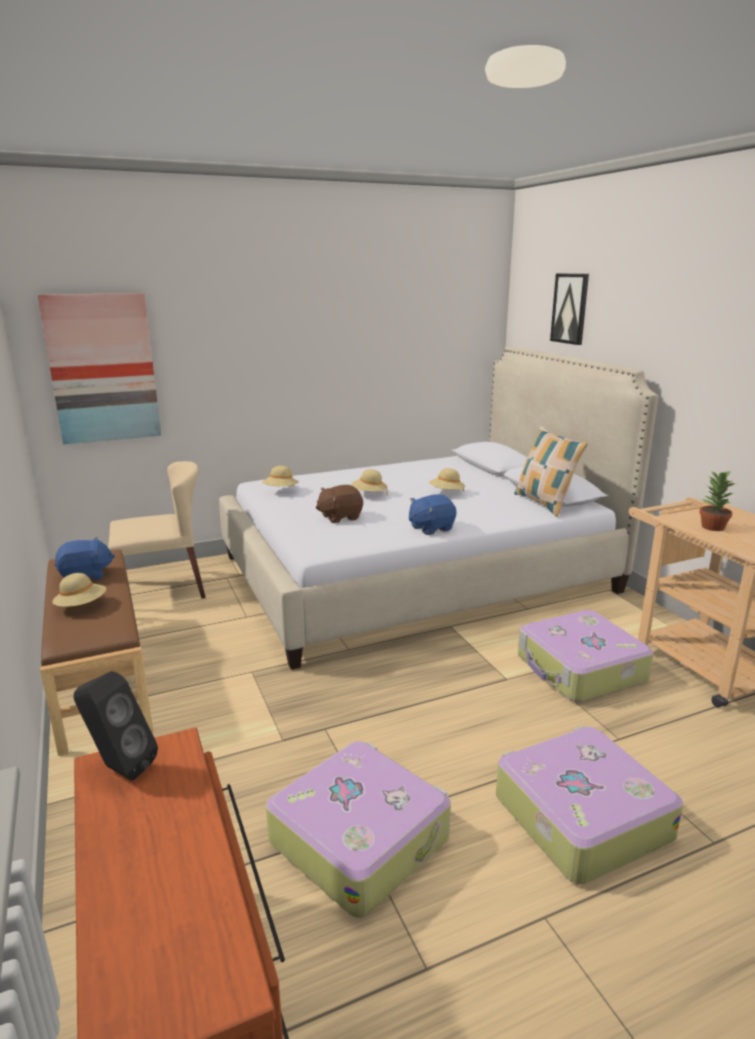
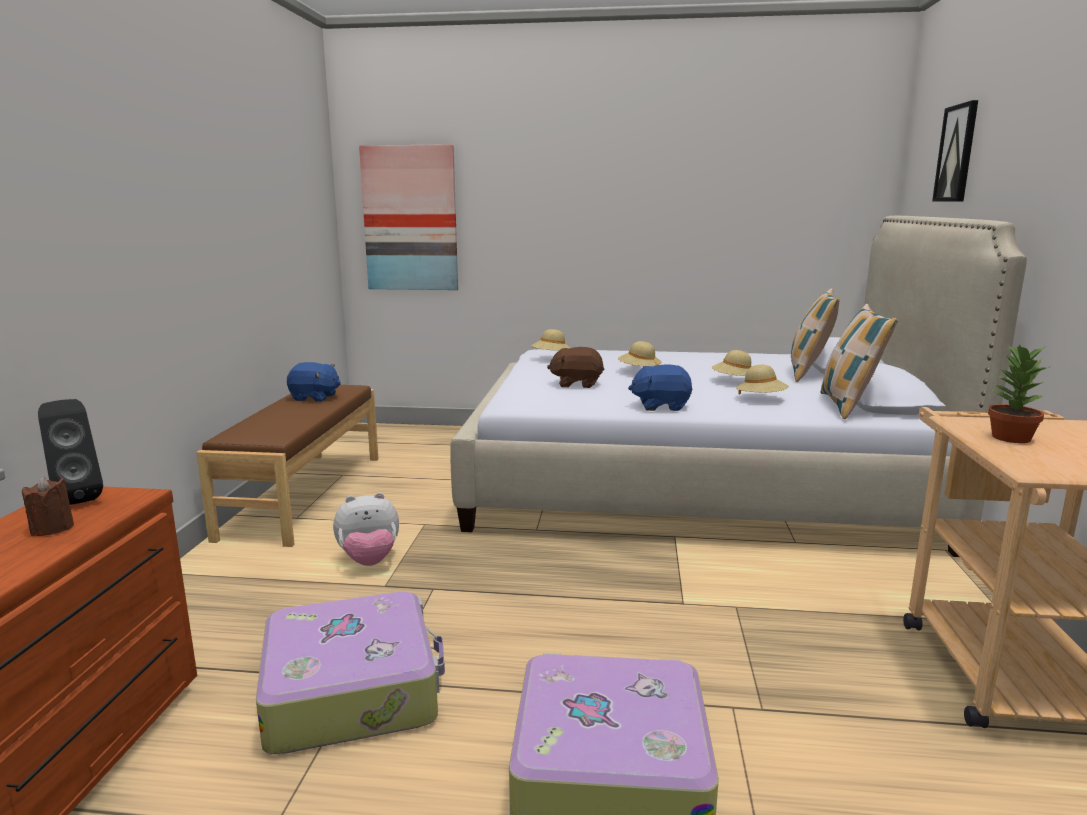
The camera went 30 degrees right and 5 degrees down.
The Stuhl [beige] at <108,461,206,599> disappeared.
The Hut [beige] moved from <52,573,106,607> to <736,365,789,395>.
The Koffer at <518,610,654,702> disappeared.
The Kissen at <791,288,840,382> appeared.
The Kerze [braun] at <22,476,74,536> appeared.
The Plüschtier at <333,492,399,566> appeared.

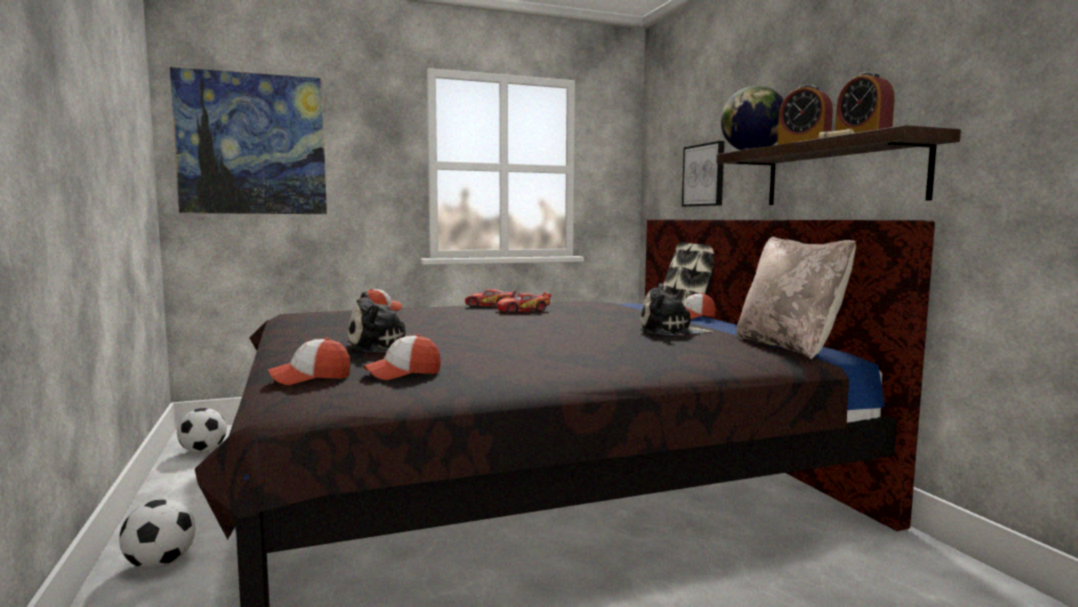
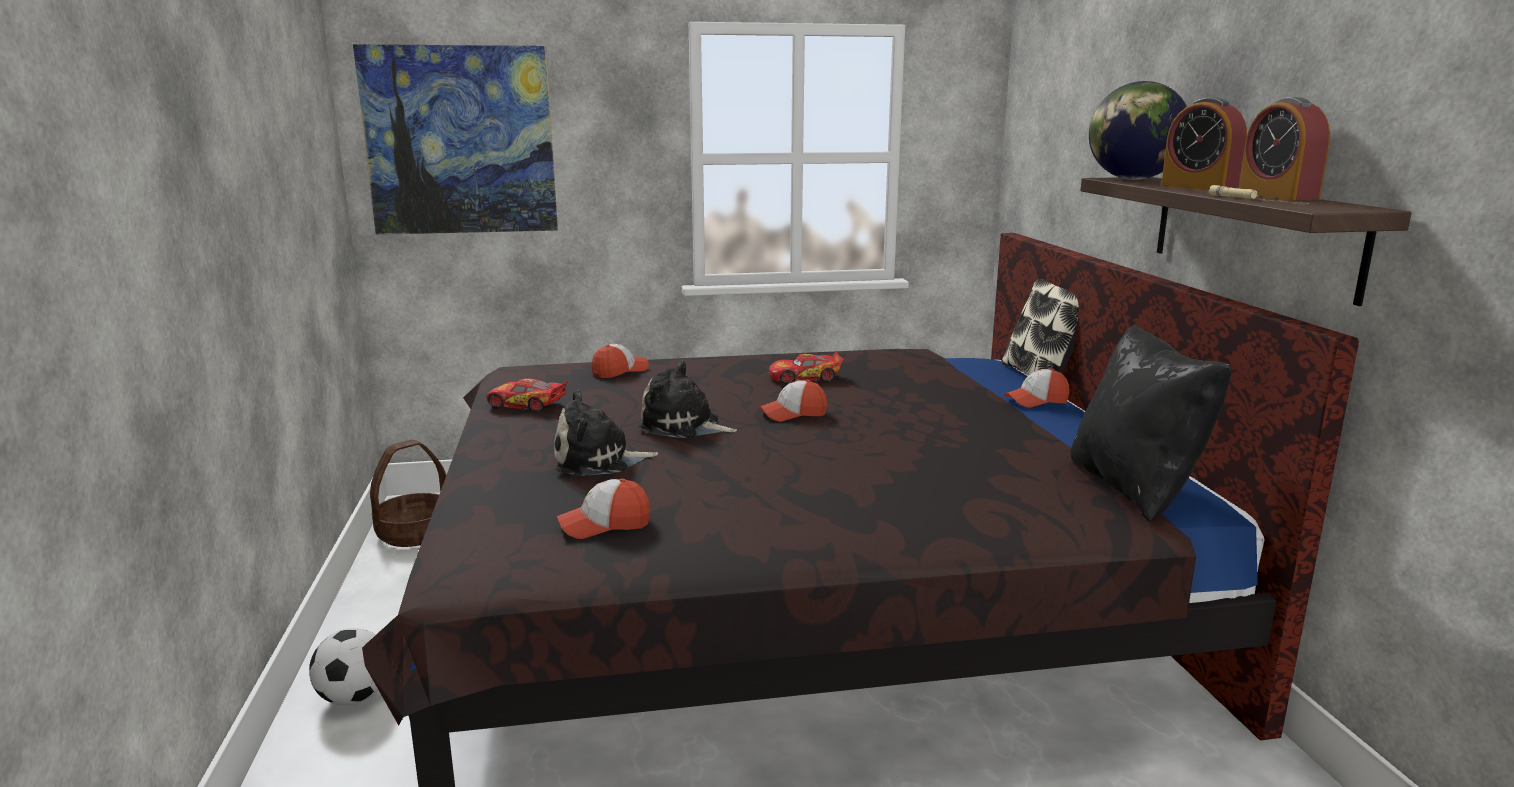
The camera went 10 degrees right and 10 degrees up.
The Bild at <682,141,724,207> disappeared.
The Kissen [beige] at <736,237,856,359> became the Kissen [schwarz] at <1070,324,1232,522>.
The Plüschtier moved from <640,283,714,336> to <639,360,737,438>.
The Spielzeugauto moved from <465,289,517,307> to <487,378,568,413>.
The Kappe moved from <268,338,350,385> to <759,380,827,422>.
The Fußball at <177,408,227,453> was replaced by the Korb at <370,440,446,547>.

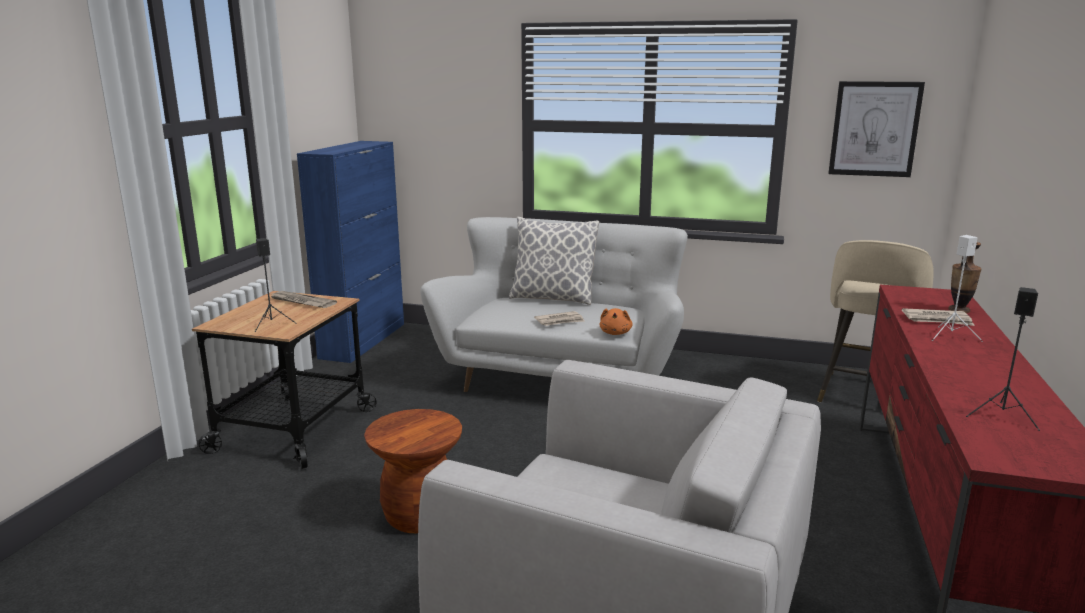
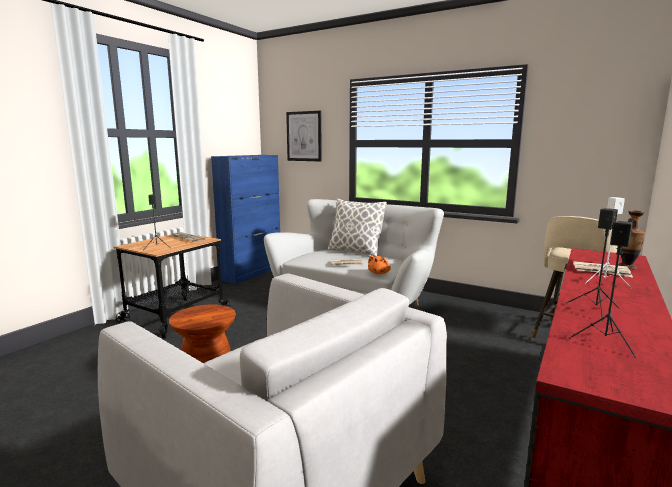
The camera went 15 degrees right and 5 degrees down.
The Bild moved from <828,81,925,177> to <286,111,322,161>.
The Lautsprecher [schwarz] at <566,208,620,321> appeared.

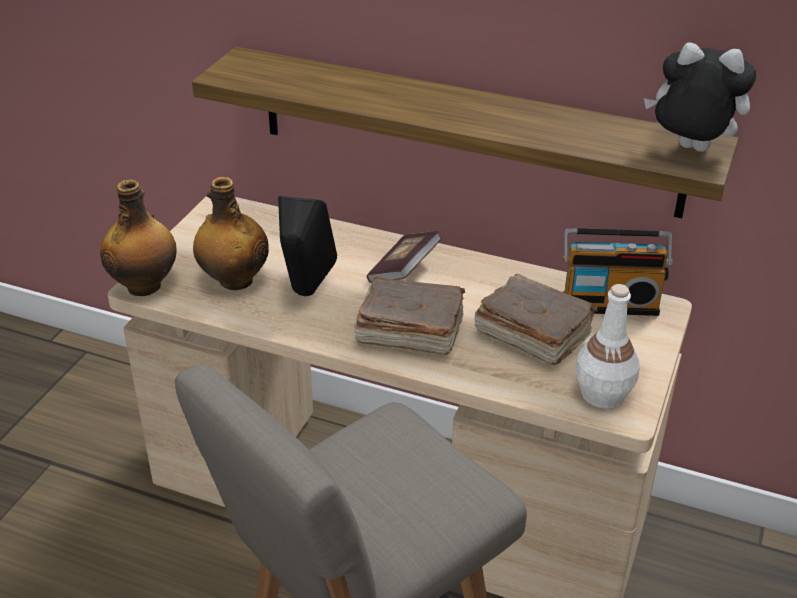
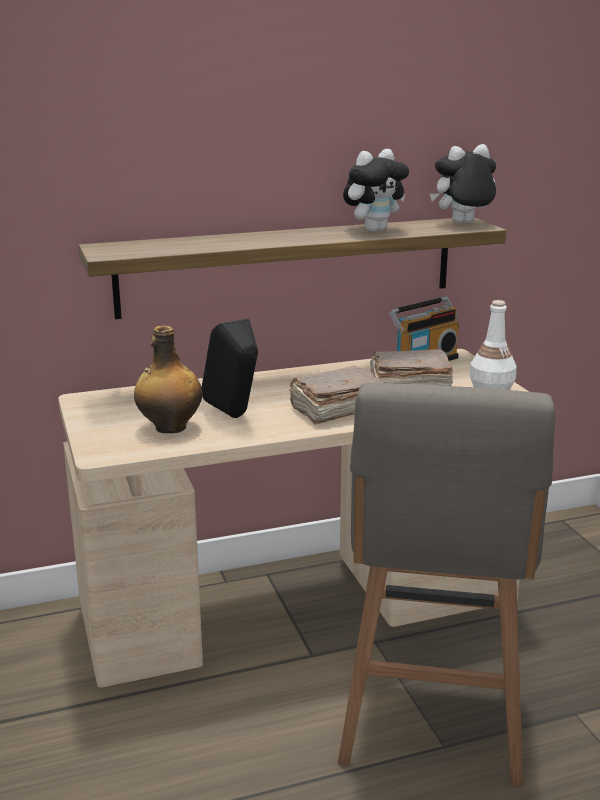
The camera went 40 degrees left and 15 degrees down.
The Flasche at <100,179,177,296> disappeared.
The Buch at <367,231,442,283> disappeared.
The Plüschtier at <343,149,409,232> appeared.

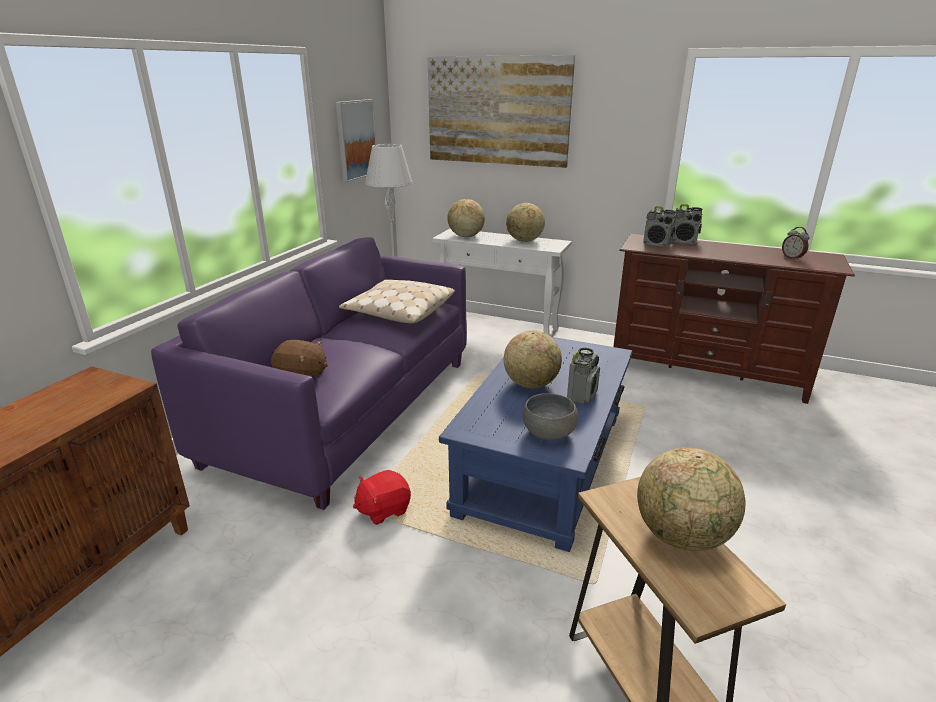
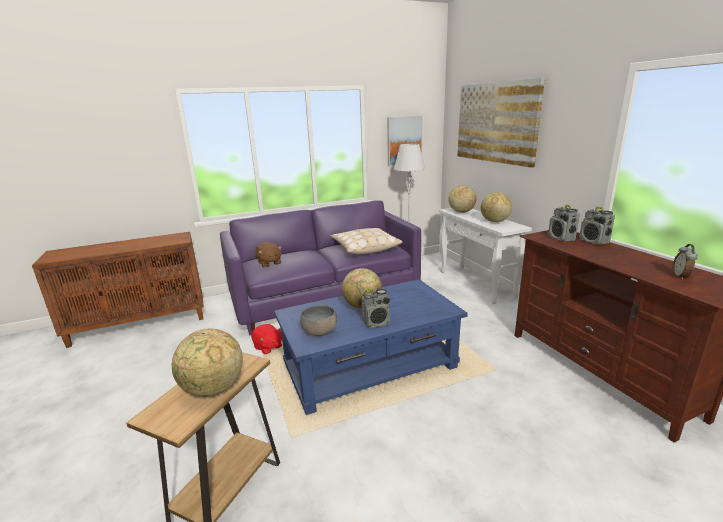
The camera went 45 degrees right and 5 degrees down.
The Plüschtier [rot] at <353,470,411,525> turned 150 degrees counterclockwise.

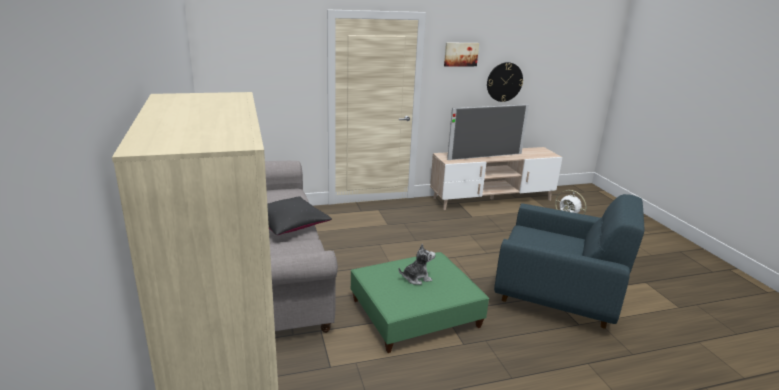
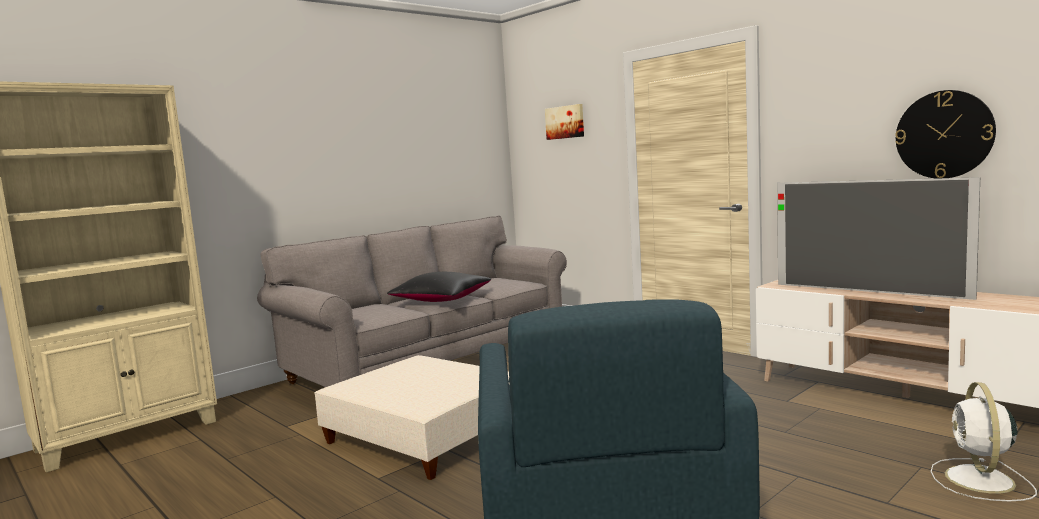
The camera went 65 degrees right and 15 degrees down.
The Bild moved from <444,43,479,67> to <545,104,584,140>.
The Plüschtier at <399,244,435,285> disappeared.
The Polsterhocker [grün] at <351,252,489,353> became the Polsterhocker [beige] at <314,355,510,480>.

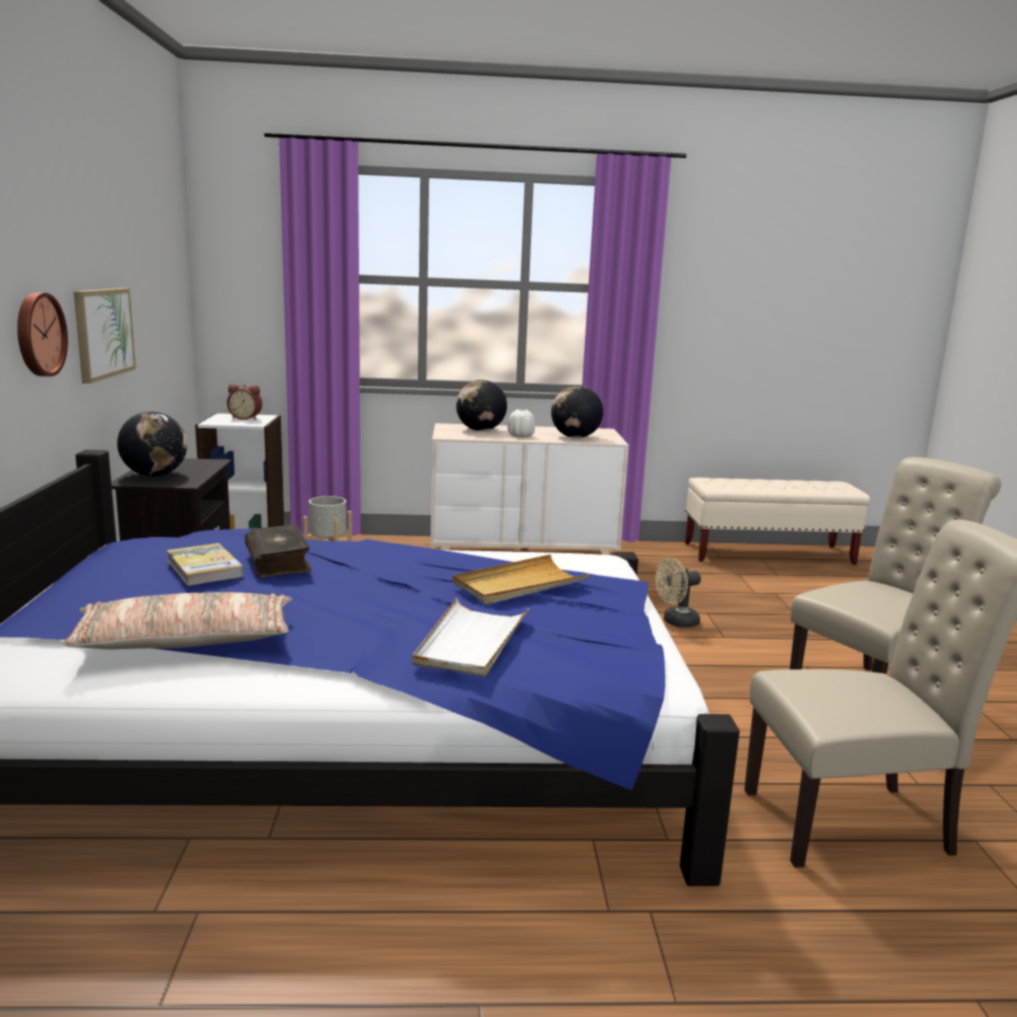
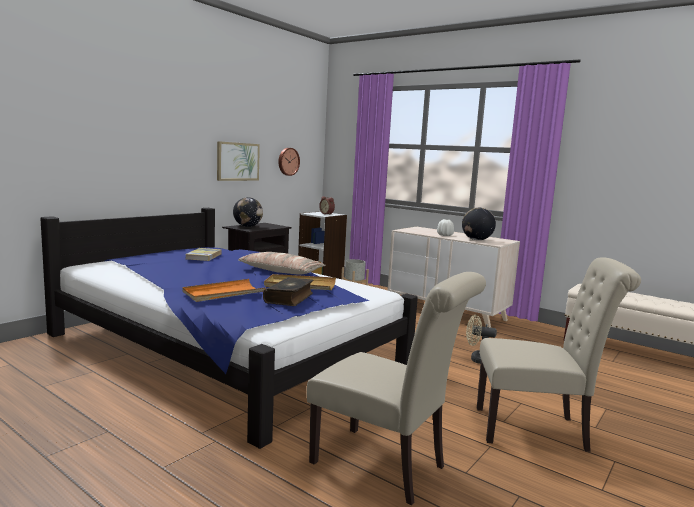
The camera went 40 degrees right and 5 degrees down.
The Wanduhr moved from <17,292,68,377> to <278,148,300,176>.
The Globus at <456,380,507,431> disappeared.
The Buch moved from <245,524,312,577> to <263,277,313,306>.
The Kissen moved from <63,592,292,650> to <238,252,326,275>.
The Tablett [weiß] at <412,598,529,677> became the Tablett [orange] at <182,279,266,302>.

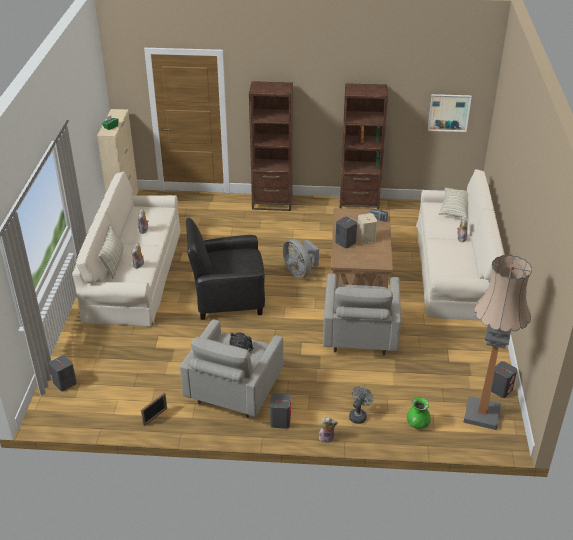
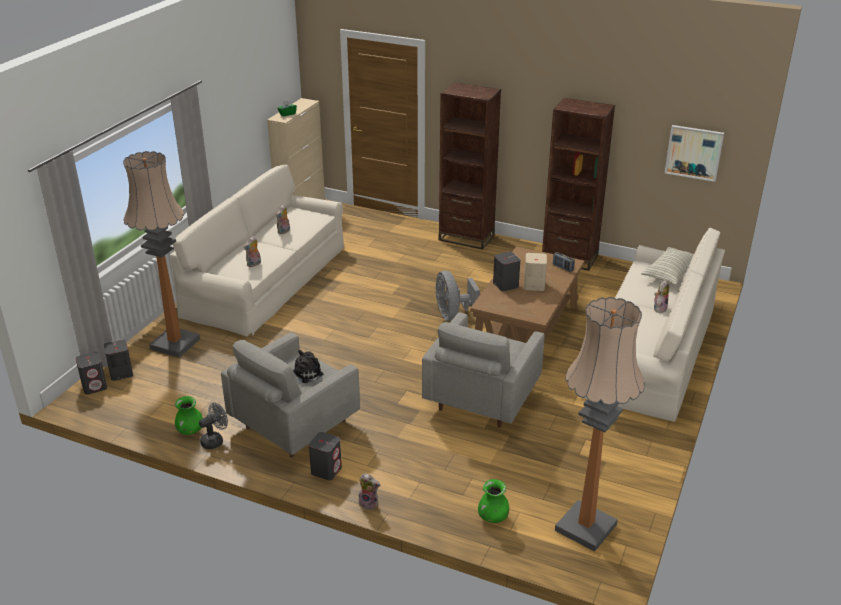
The camera went 20 degrees right and 5 degrees down.
The Sessel [schwarz] at <186,217,265,320> disappeared.
The Kissen at <99,224,124,279> disappeared.
The Lautsprecher [grau] moved from <491,361,517,398> to <76,352,107,395>.
The Ventilator [grau] moved from <349,386,374,424> to <199,403,228,449>.
The Bilderrahmen at <141,392,167,426> was replaced by the Vase [grün] at <175,396,203,435>.
The Stehlampe at <123,151,200,358> appeared.

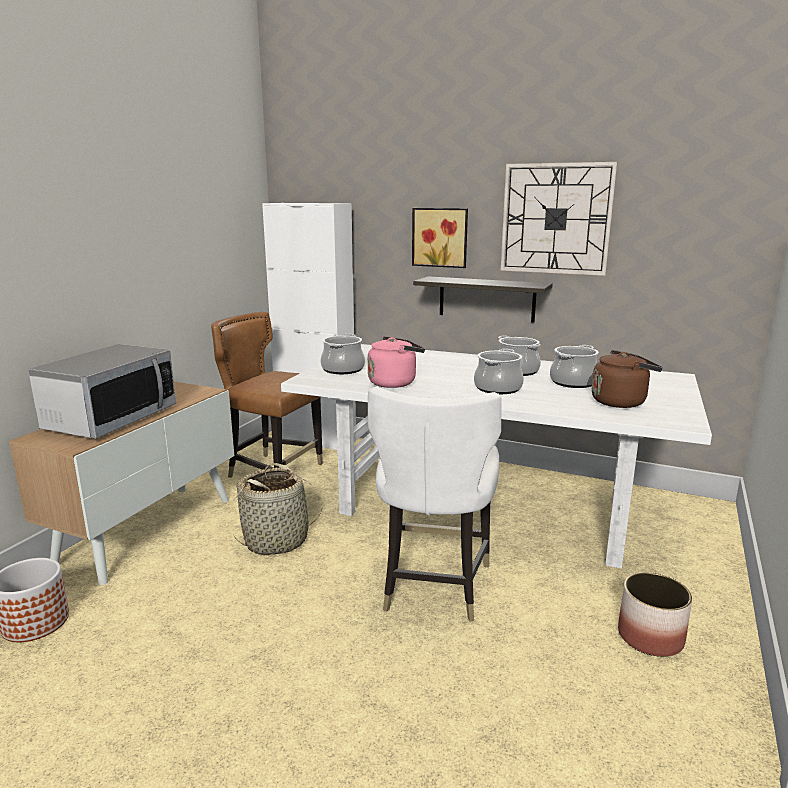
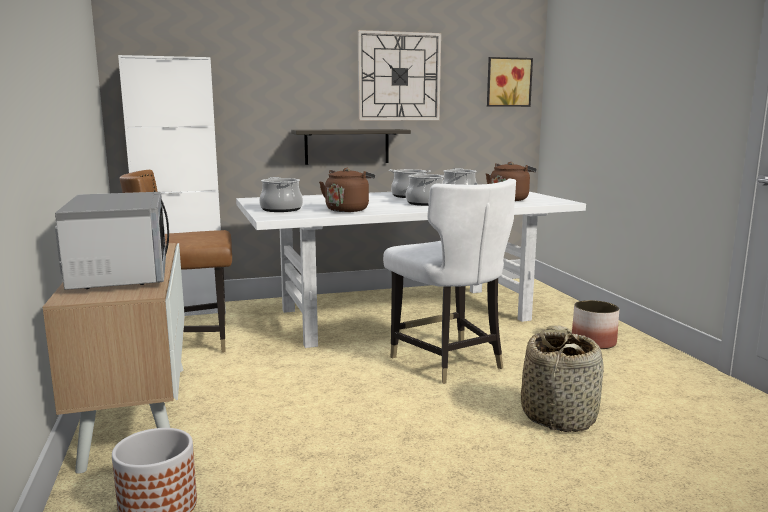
The camera went 40 degrees left and 5 degrees down.
The Bild moved from <412,208,468,268> to <487,57,533,107>.
The Wasserkessel [rosa] at <368,336,425,388> became the Wasserkessel [braun] at <319,168,375,212>.
The Korb moved from <234,463,323,555> to <521,325,604,432>.

